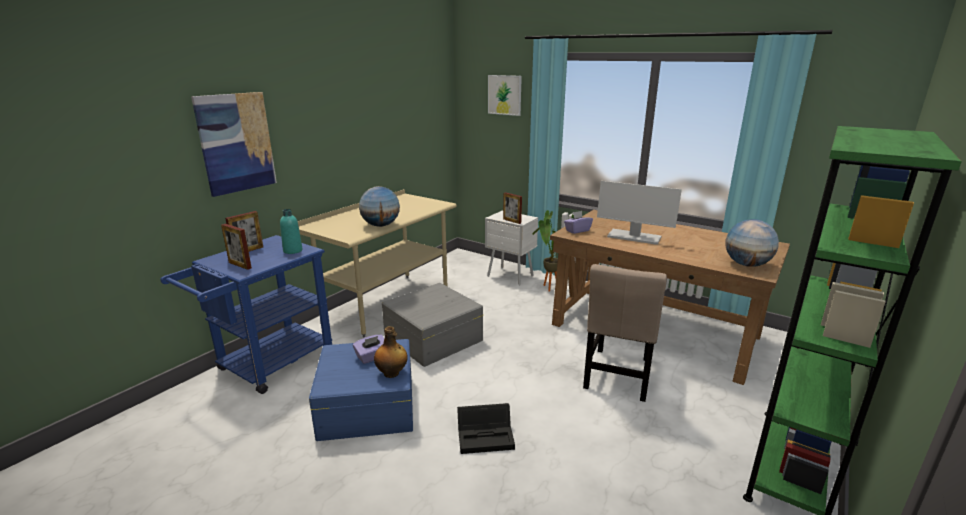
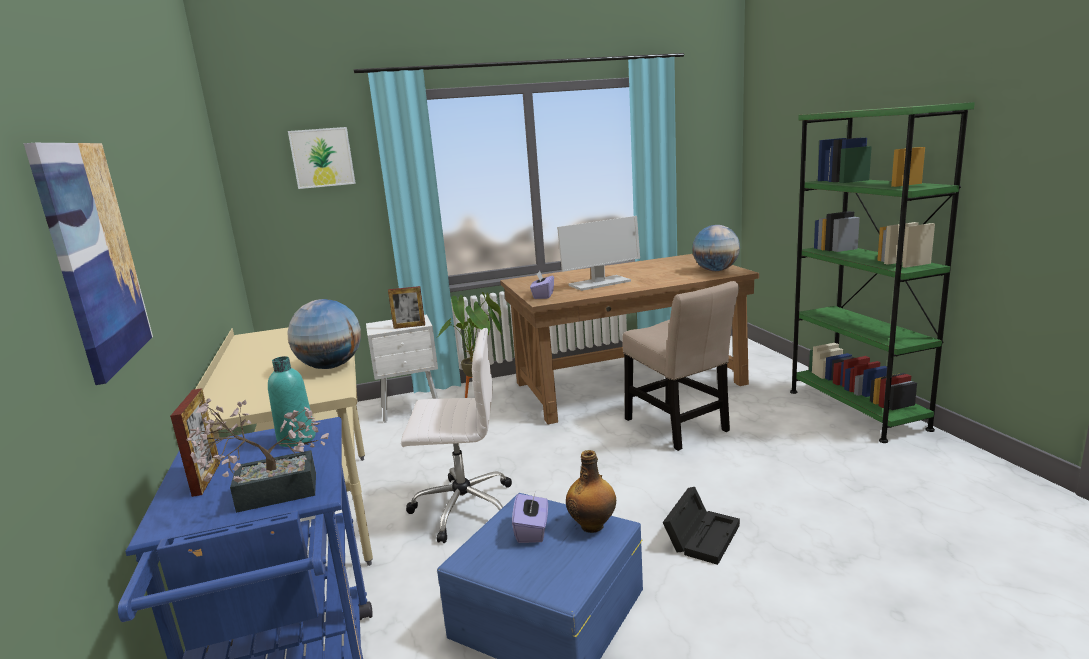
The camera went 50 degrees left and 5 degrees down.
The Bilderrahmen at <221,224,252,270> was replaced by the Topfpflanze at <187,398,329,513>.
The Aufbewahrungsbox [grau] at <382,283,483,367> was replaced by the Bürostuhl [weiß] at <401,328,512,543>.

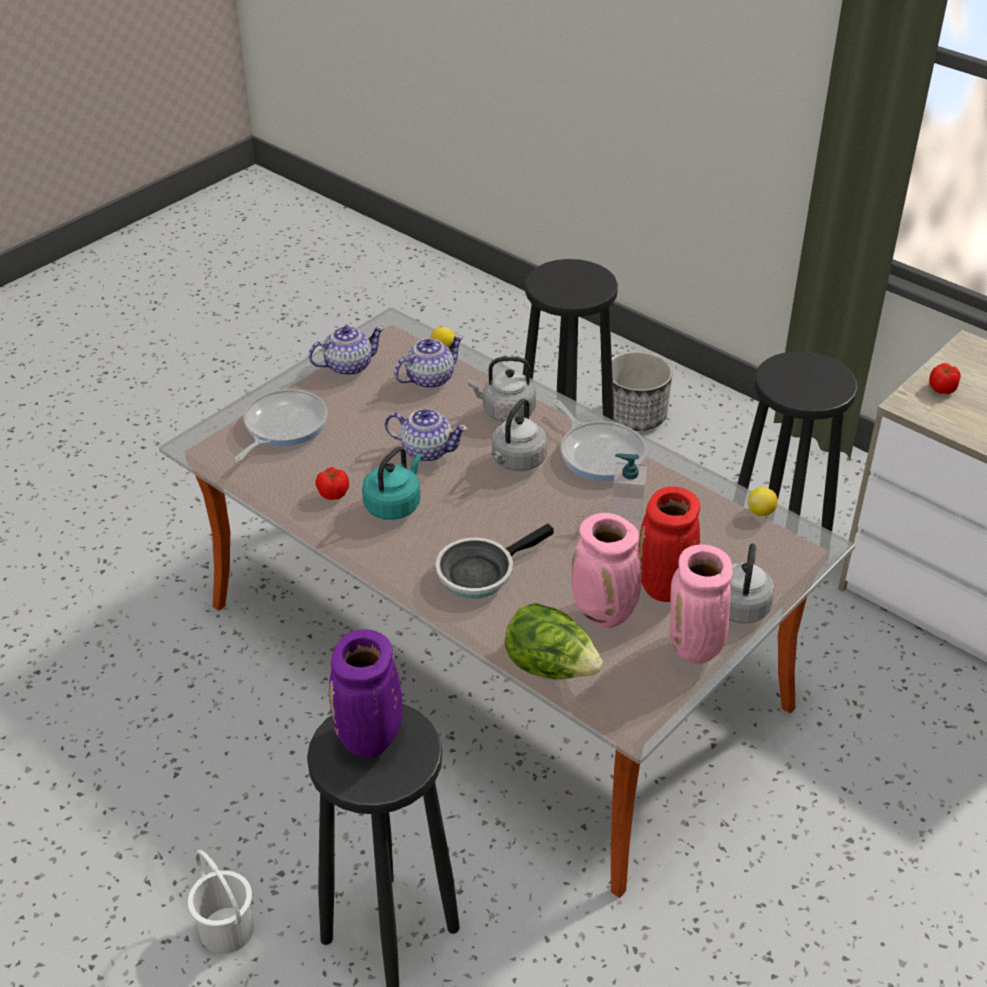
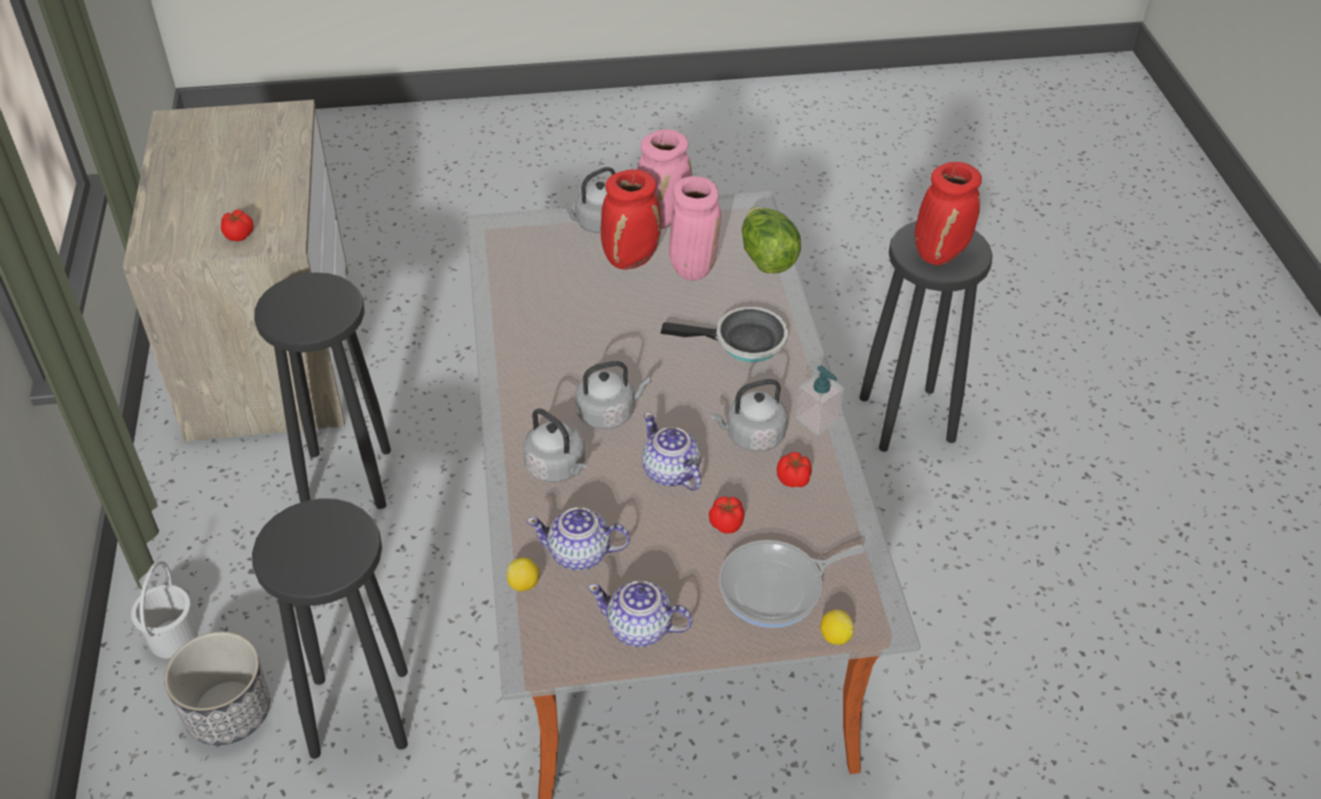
The camera went 140 degrees left and 5 degrees up.
The Pfanne at <553,400,647,481> disappeared.
The Wasserkessel [türkis] at <362,447,422,520> became the Wasserkessel [grau] at <711,379,788,452>.
The Seifenspender moved from <611,453,647,519> to <795,366,844,435>.
The Zitrone moved from <748,487,778,516> to <820,609,854,645>.
The Vase [lila] at <329,629,403,758> became the Vase [rot] at <915,162,982,265>.
The Eimer [weiß] moved from <188,850,254,954> to <131,561,198,658>.
The Tomate at <709,496,744,534> appeared.

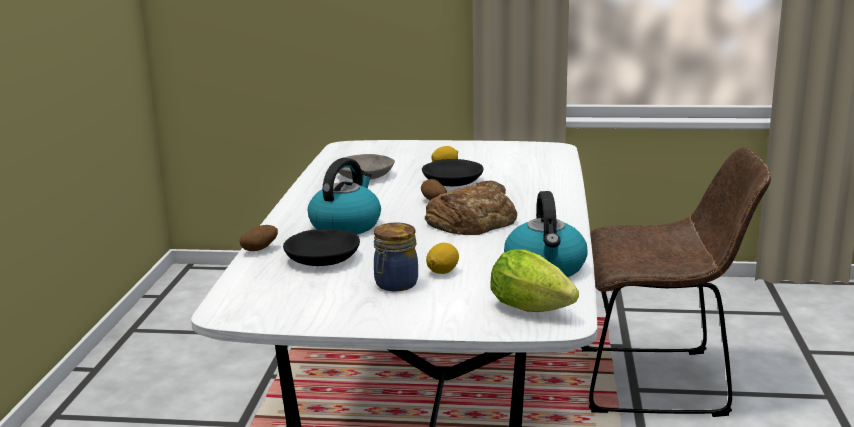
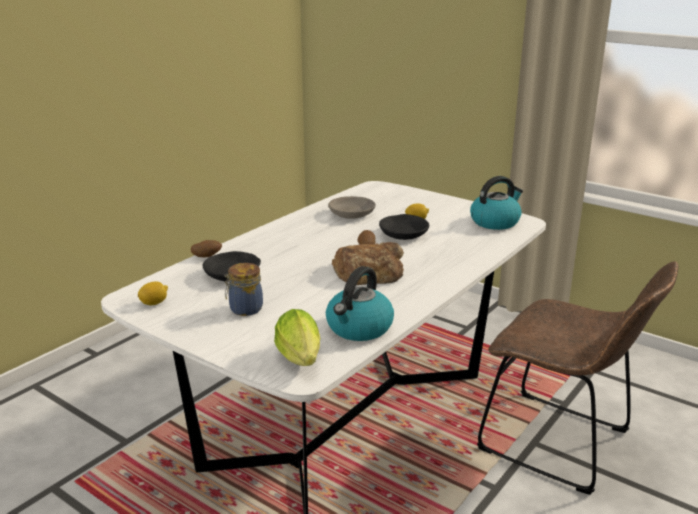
The camera went 30 degrees right and 5 degrees up.
The Wasserkessel moved from <308,158,381,234> to <470,176,523,230>.
The Zitrone moved from <426,243,459,274> to <138,281,168,305>.

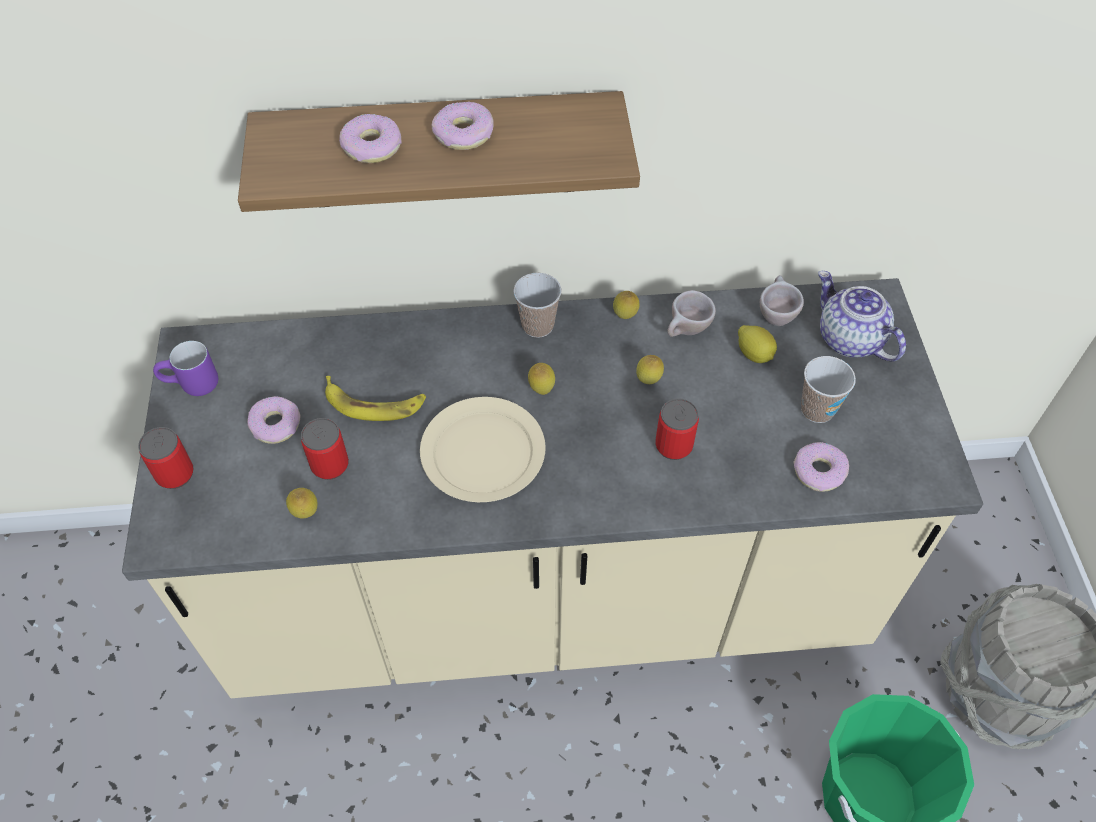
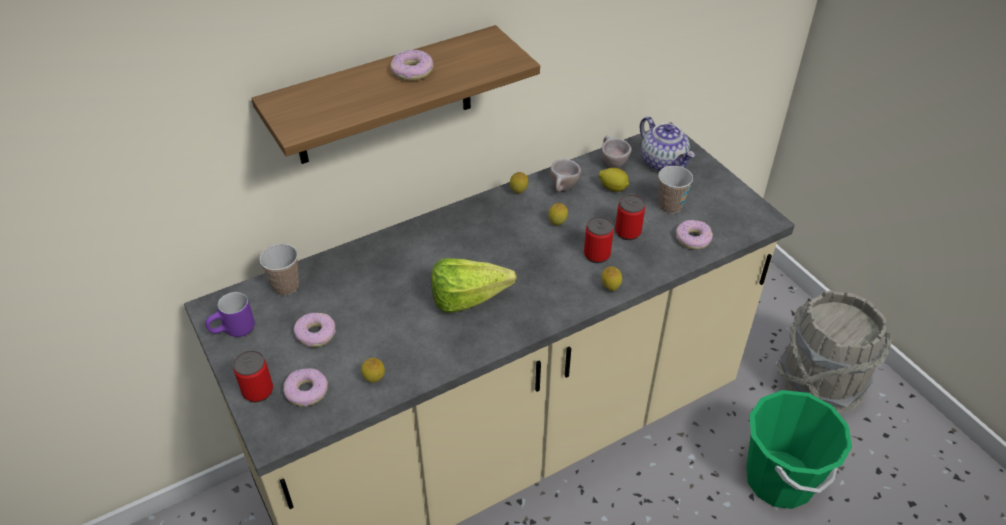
The camera went 25 degrees left and 10 degrees down.
The Donut moved from <339,114,402,163> to <283,368,328,406>.
The Teekanne at <818,270,906,361> turned 150 degrees counterclockwise.
The Tasse moved from <513,273,562,338> to <259,244,299,296>.
The Zitrone moved from <528,363,555,395> to <601,266,622,291>.
The Banane at <325,376,426,421> disappeared.
The Teller [beige] at <420,397,546,502> was replaced by the Salatkopf at <431,258,517,313>.
The Dose moved from <301,418,349,480> to <615,195,645,240>.

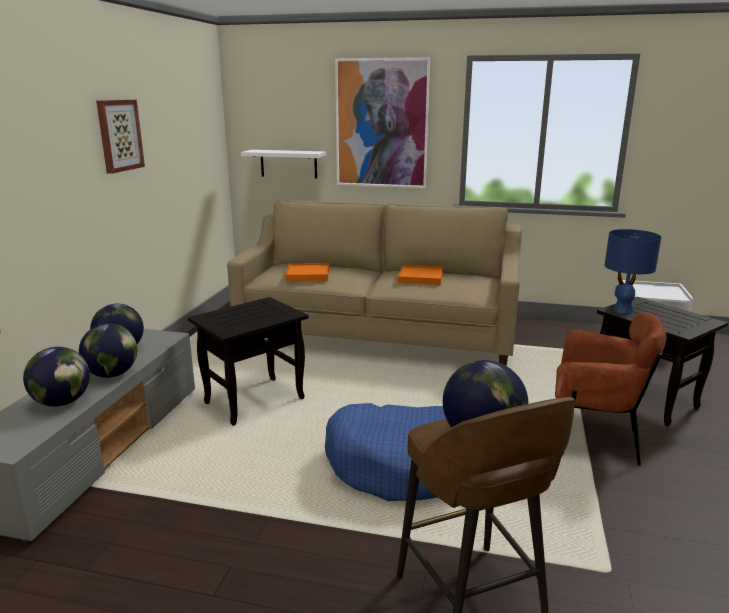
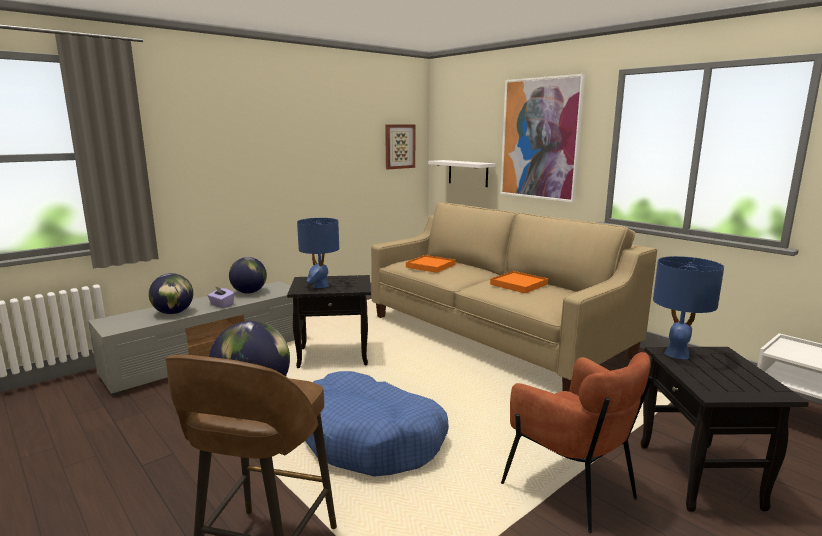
The camera went 35 degrees right and 5 degrees down.
The Bild moved from <96,100,145,174> to <385,124,415,169>.
The Globus at <79,323,137,378> was replaced by the Taschentuchbox [lila] at <207,286,234,308>.
The Tischlampe [blau] at <297,218,339,288> appeared.

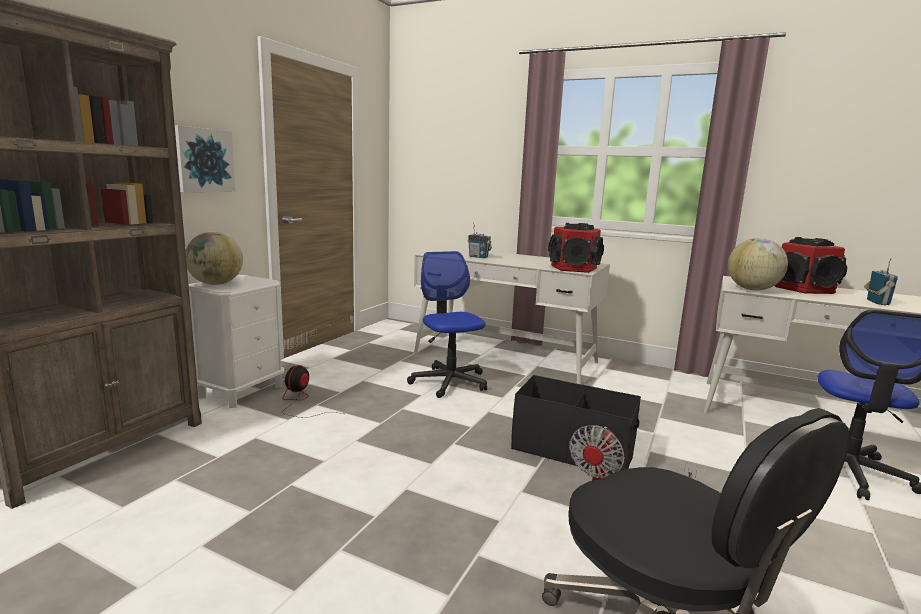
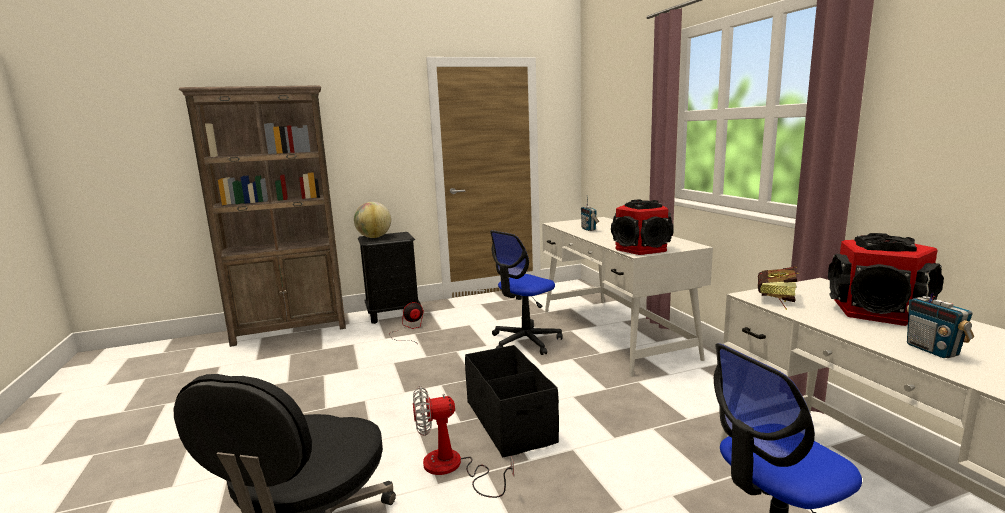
The camera went 45 degrees right and 0 degrees up.
The Bild at <175,125,236,192> disappeared.
The Globus at <728,238,788,291> was replaced by the Buch at <758,267,799,310>.
The Bürostuhl at <407,251,487,398> turned 150 degrees counterclockwise.
The Radio at <864,258,898,305> turned 105 degrees clockwise.
The Nachttisch [weiß] at <189,275,284,408> became the Nachttisch [schwarz] at <358,232,421,324>.

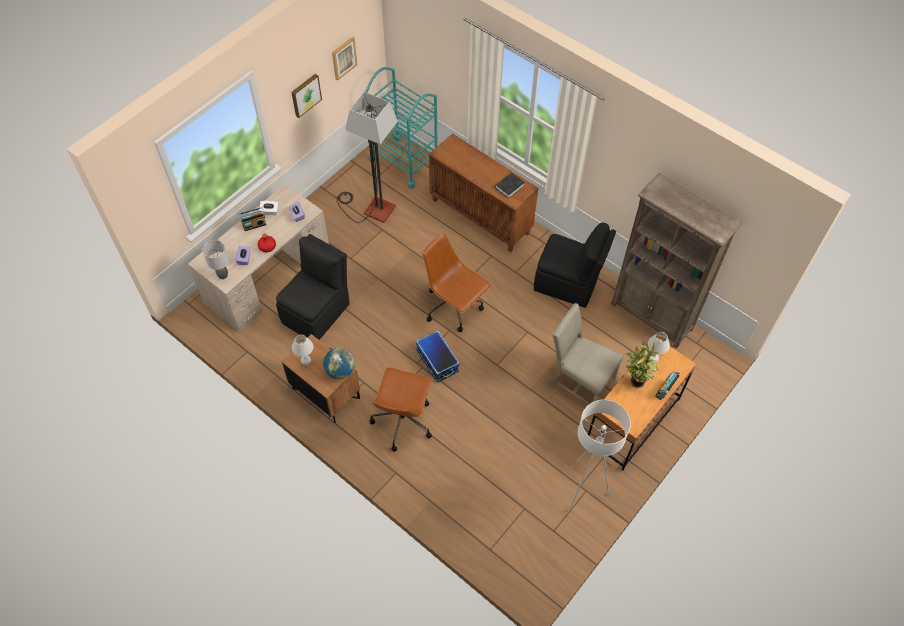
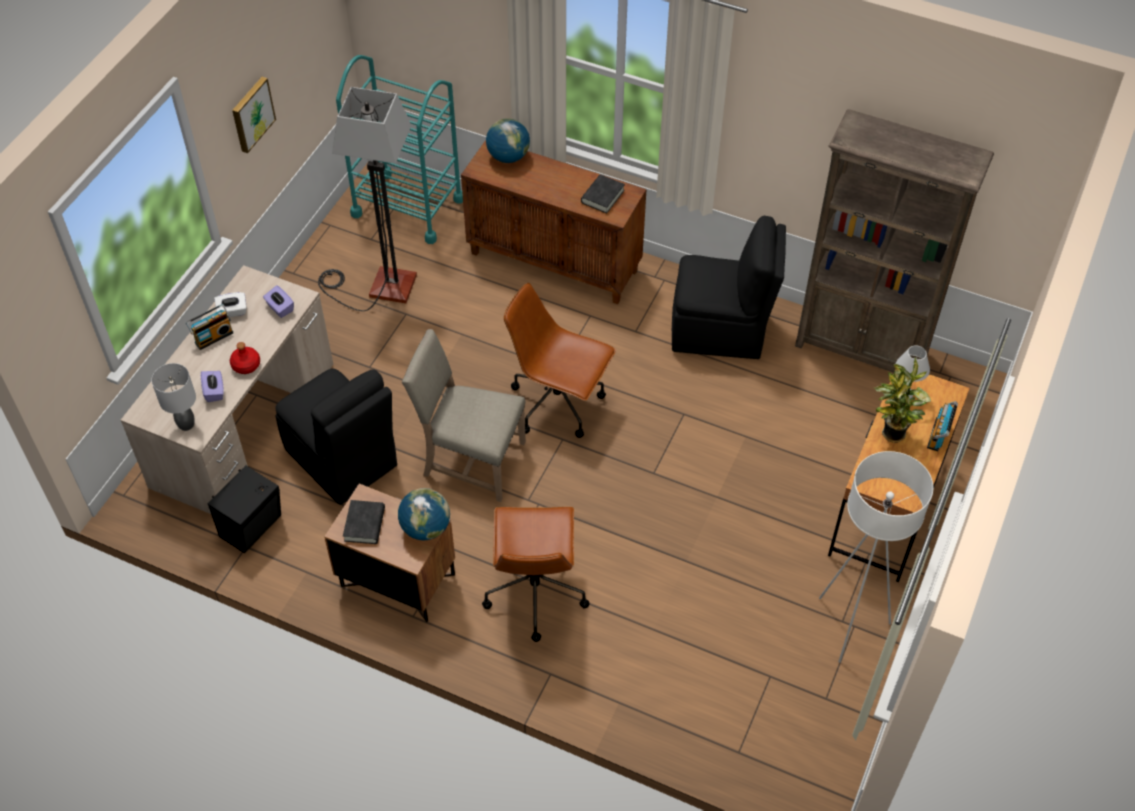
The camera went 15 degrees left and 5 degrees down.
The Bild at <332,37,357,81> disappeared.
The Stuhl [schwarz] at <276,234,350,340> turned 120 degrees clockwise.
The Stuhl [beige] moved from <549,303,624,406> to <402,329,526,502>.
The Aufbewahrungsbox at <416,330,460,383> disappeared.
The Tischlampe [weiß] at <292,335,313,365> was replaced by the Buch [schwarz] at <343,500,385,544>.
The Globus at <486,118,530,163> appeared.
The Lautsprecher [schwarz] at <208,465,281,553> appeared.

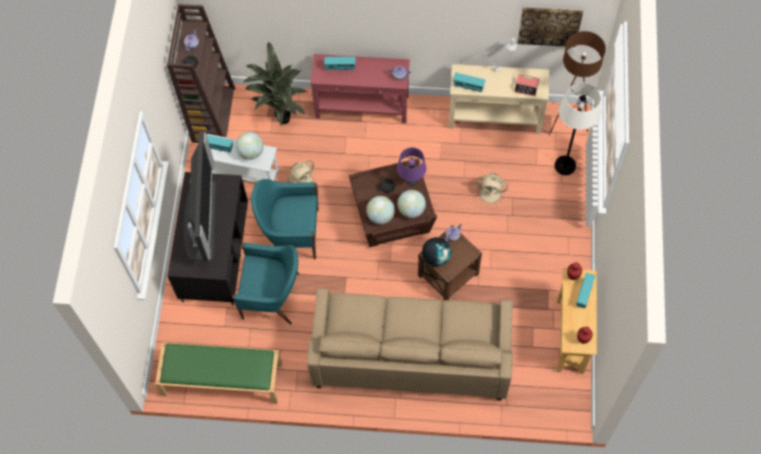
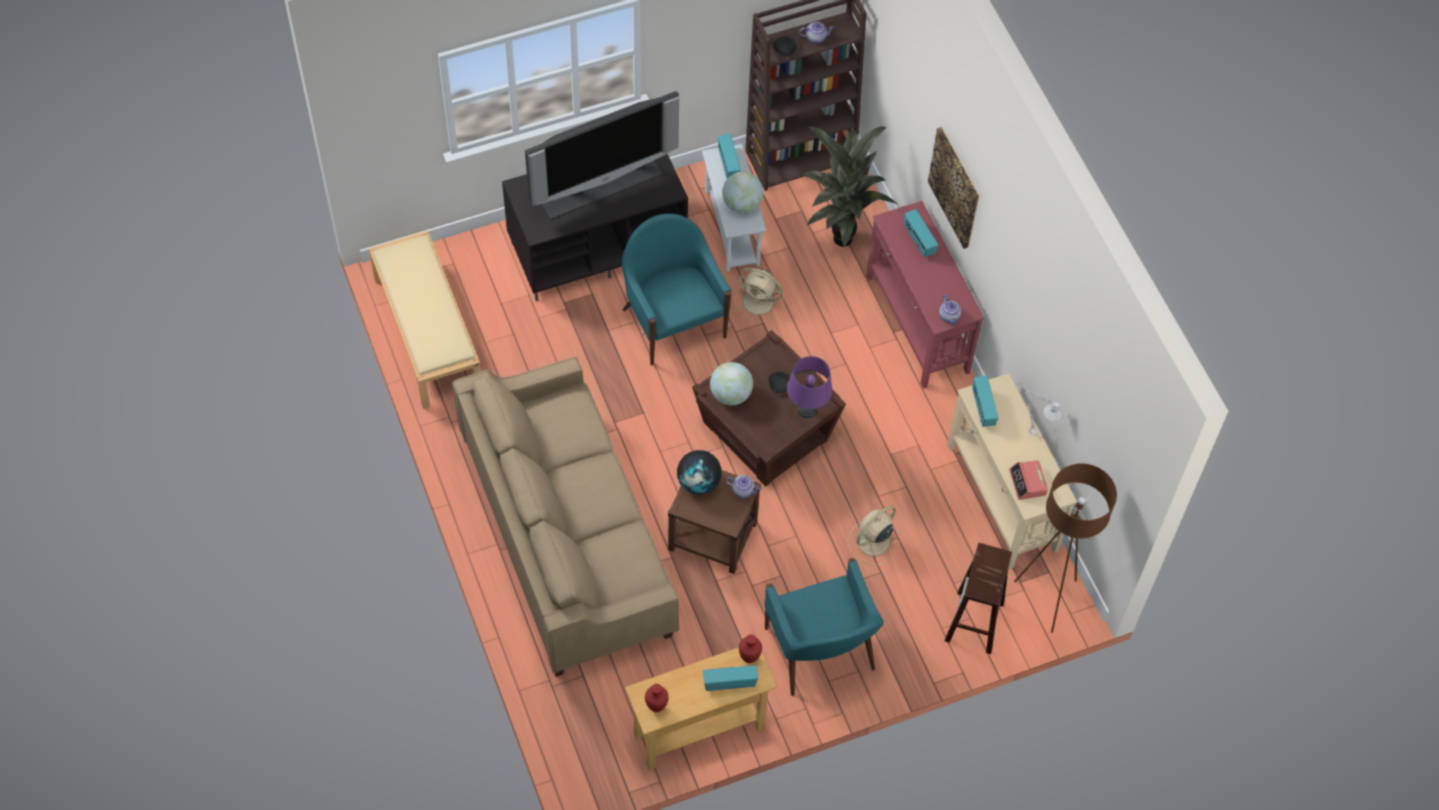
The camera went 60 degrees right and 5 degrees down.
The Bild moved from <517,7,583,47> to <928,127,979,249>.
The Stehlampe [weiß] at <555,82,601,175> was replaced by the Hocker [braun] at <945,543,1012,654>.
The Ventilator [beige] at <475,173,508,207> turned 60 degrees clockwise.
The Globus at <397,190,426,218> disappeared.
The Sessel [türkis] moved from <232,243,299,324> to <765,558,884,696>.
The Bank [grün] at <155,342,282,404> became the Bank [beige] at <368,231,481,409>.

